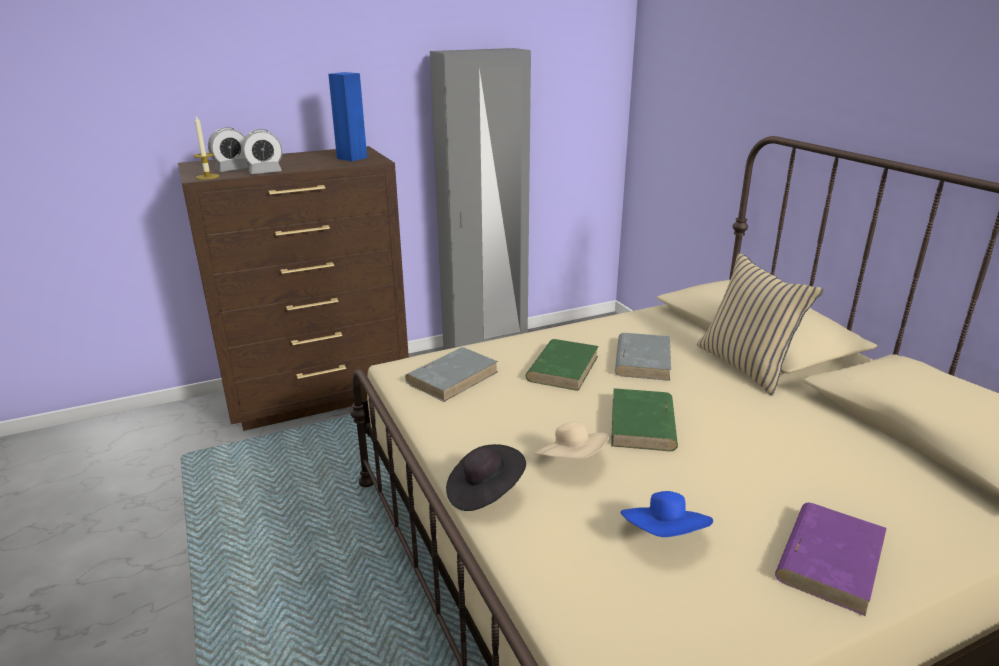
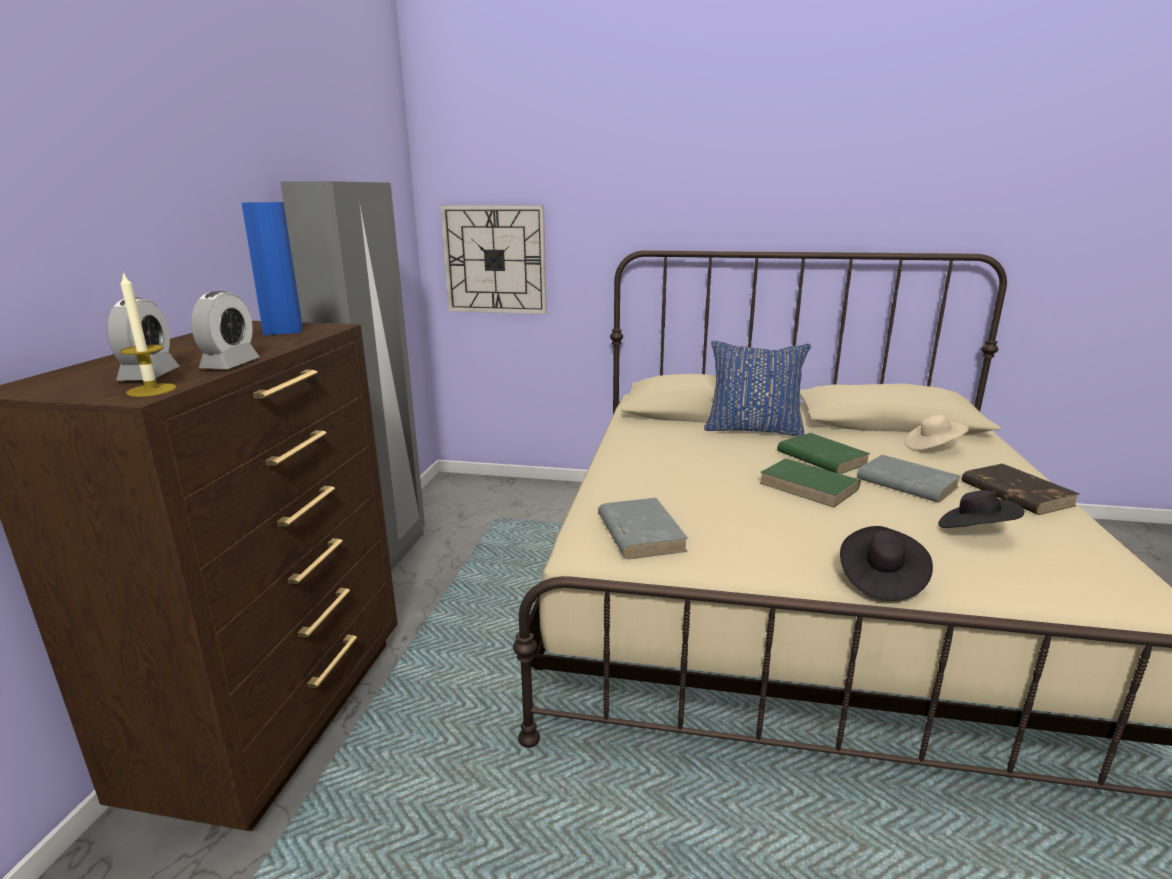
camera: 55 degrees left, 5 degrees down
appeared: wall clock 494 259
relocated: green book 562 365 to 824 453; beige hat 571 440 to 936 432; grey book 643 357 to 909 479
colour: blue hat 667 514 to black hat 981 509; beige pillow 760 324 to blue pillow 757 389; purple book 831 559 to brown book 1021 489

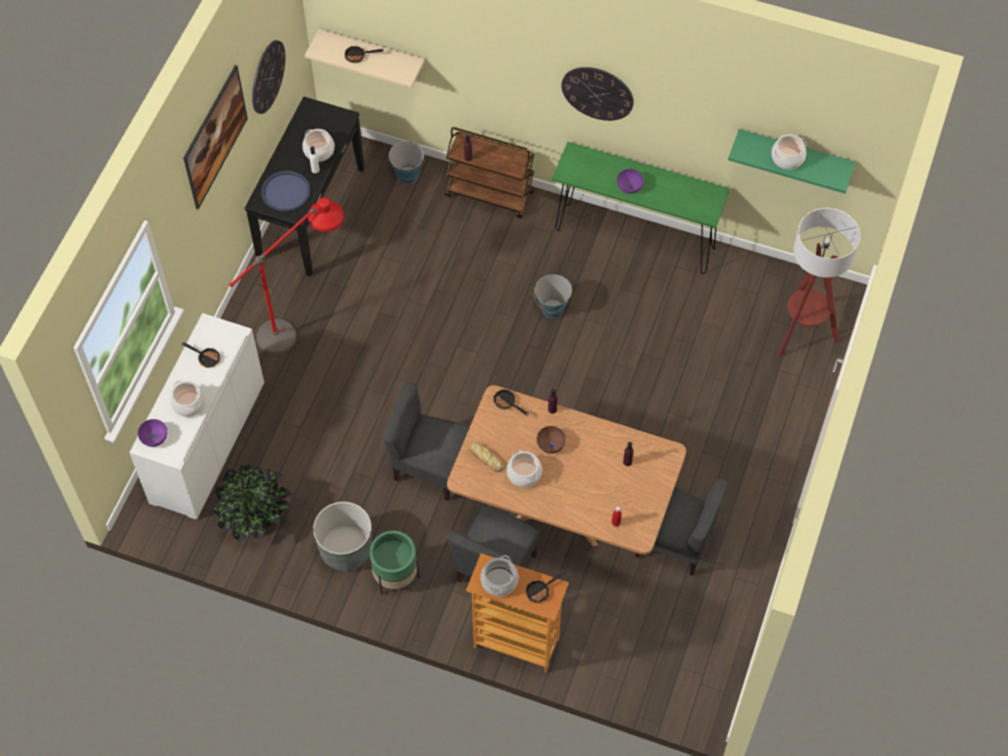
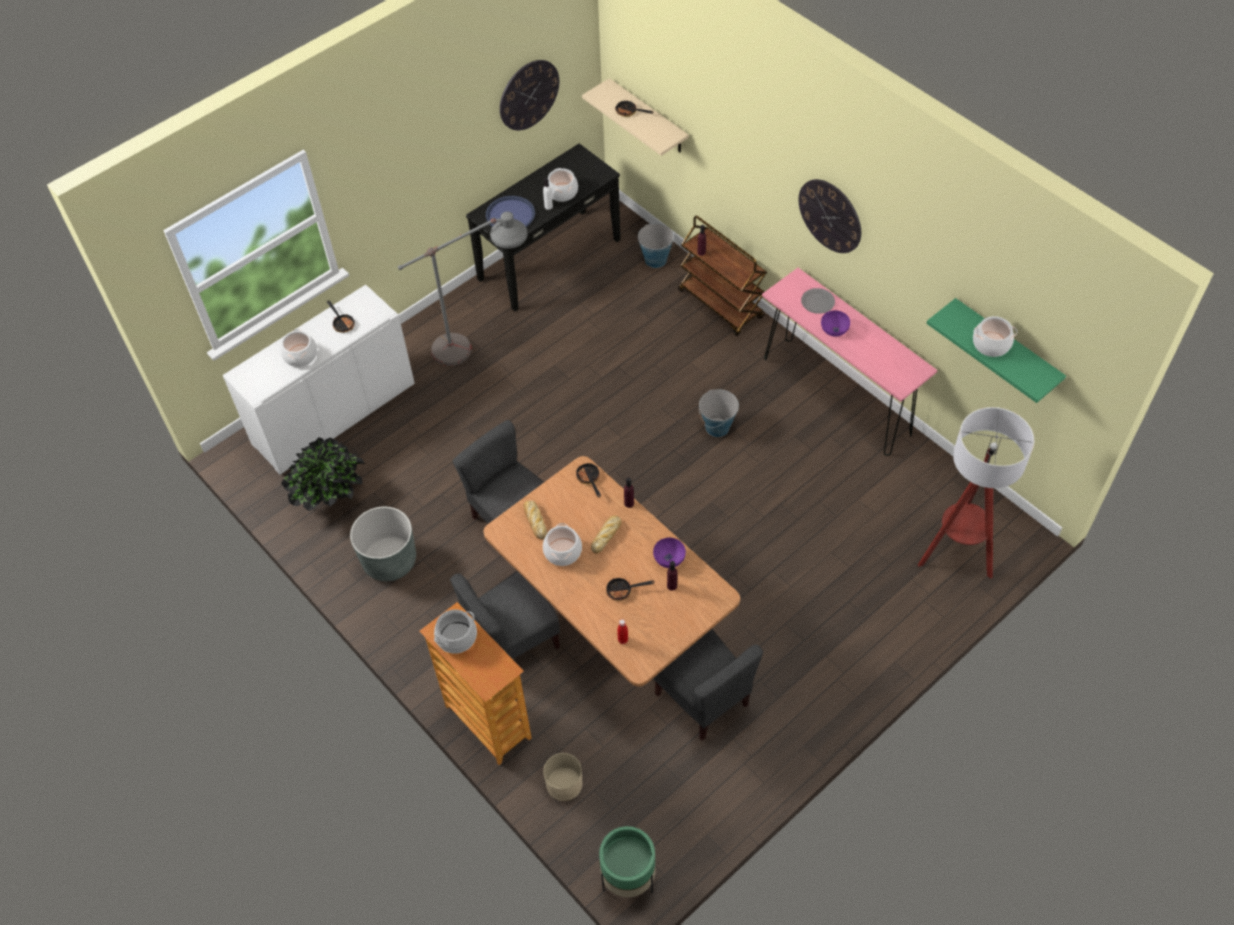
camera: 30 degrees right, 5 degrees down
missing: picture 215 137
appeared: beige planter 562 777; grey plate 818 301
relocated: purple bowl 152 433 to 669 553; green planter 394 562 to 627 861; frying pan 546 587 to 630 589
exchanged: brown bowl 551 440 to bread 606 534
colour: red floor lamp 286 276 to grey floor lamp 463 289; green console table 641 208 to pink console table 849 362

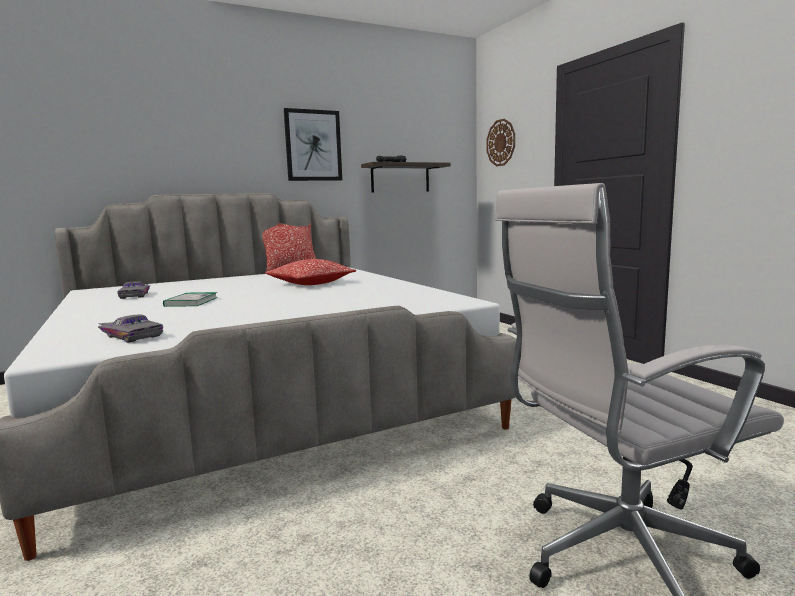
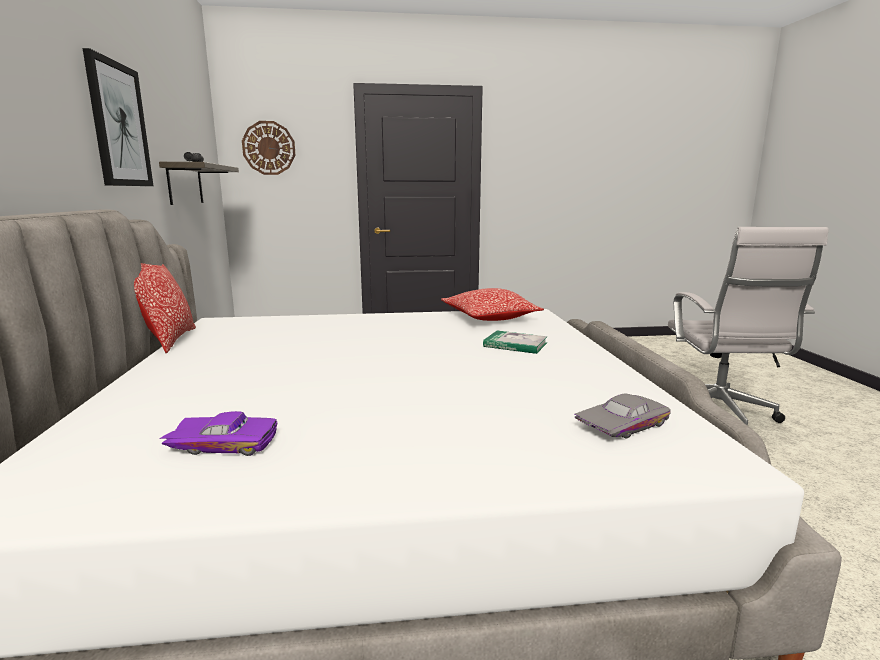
camera: 70 degrees left, 5 degrees up
relocated: book 190 299 to 515 342; pillow 310 272 to 492 304
colour: grey toy car 133 290 to purple toy car 218 433

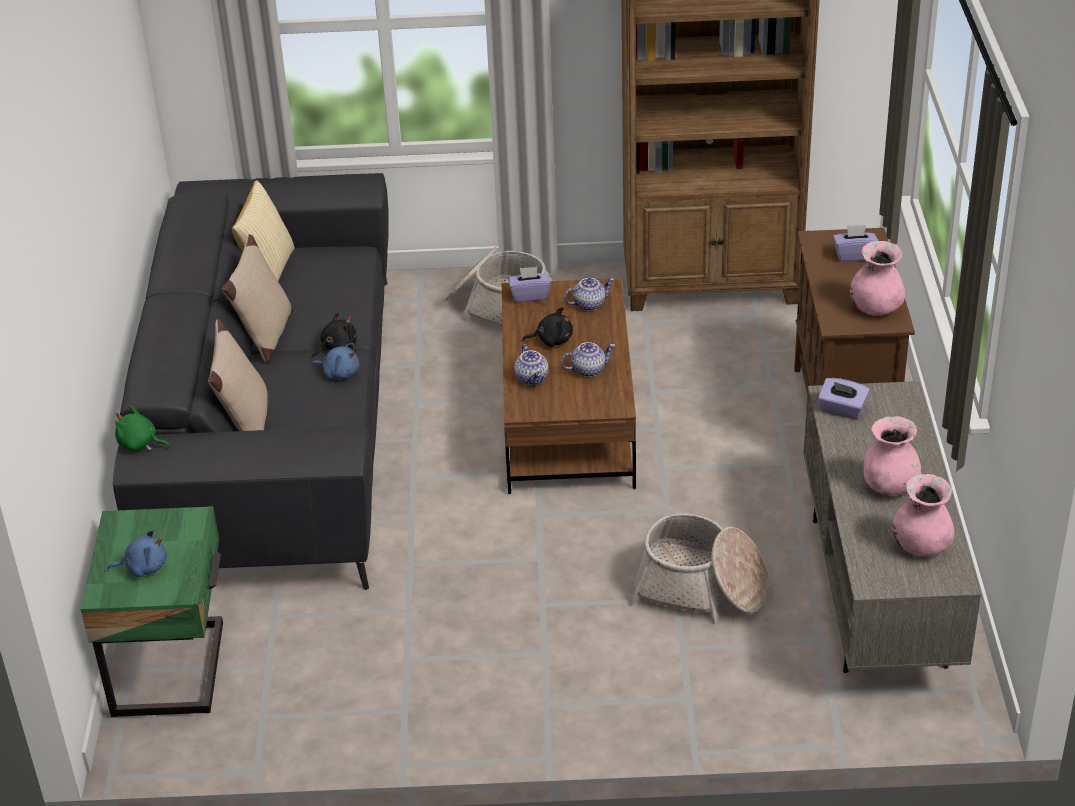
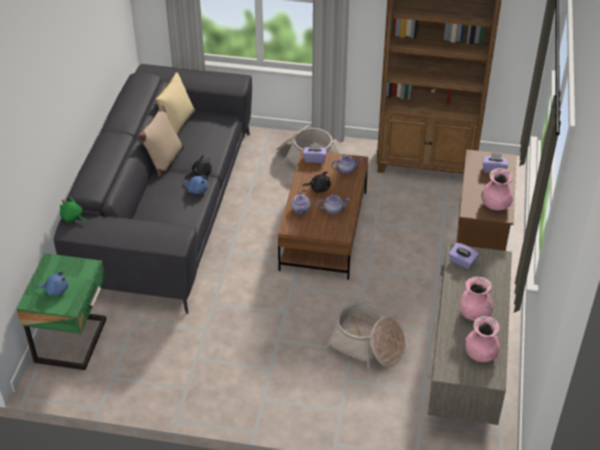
camera: 10 degrees right, 5 degrees up
missing: beige pillow 238 375

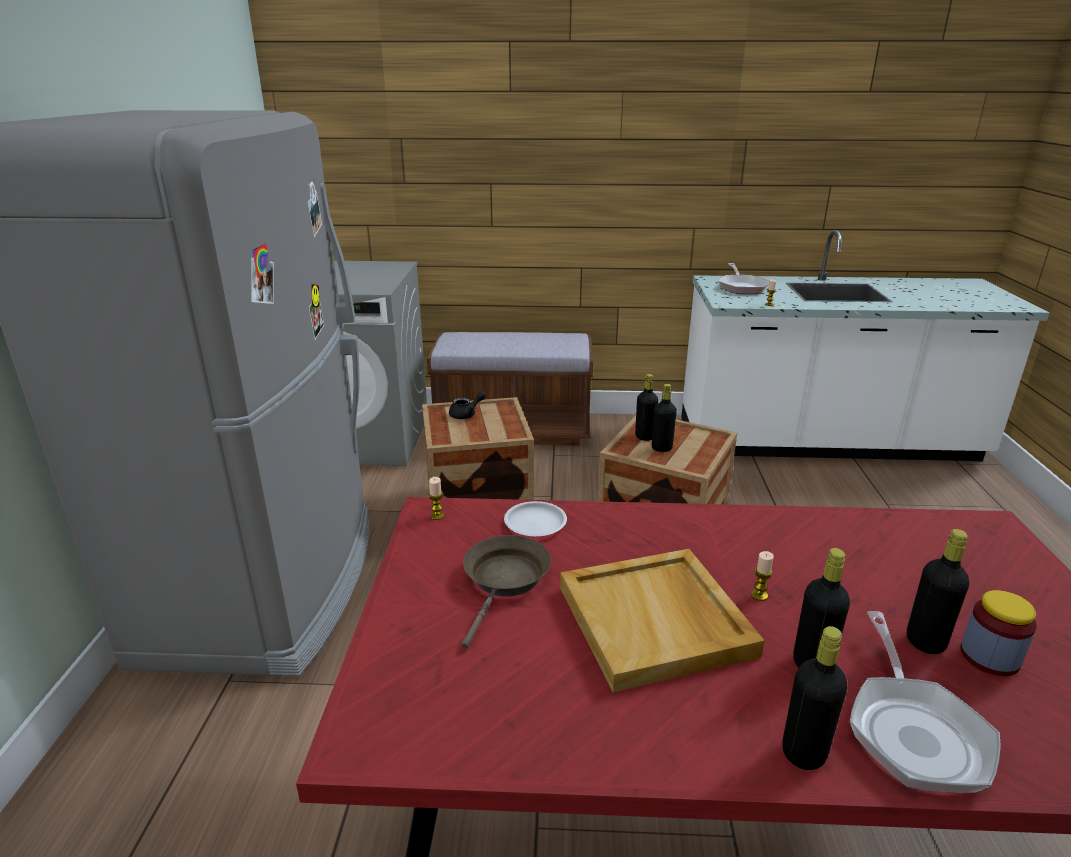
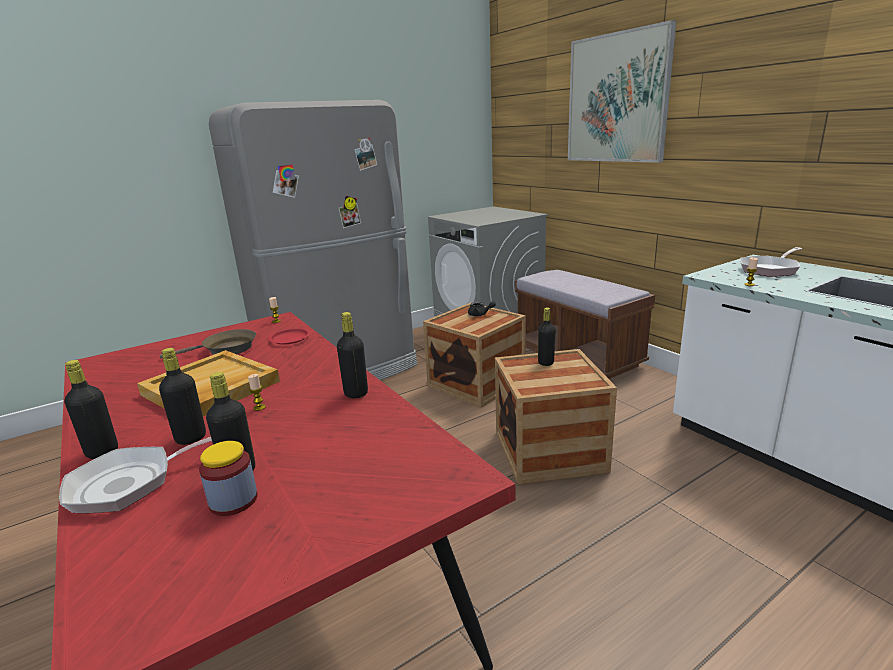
camera: 55 degrees right, 5 degrees down
appeared: picture 622 91
relocated: black bottle 664 418 to 352 355
colour: white plate 535 519 to red plate 289 336

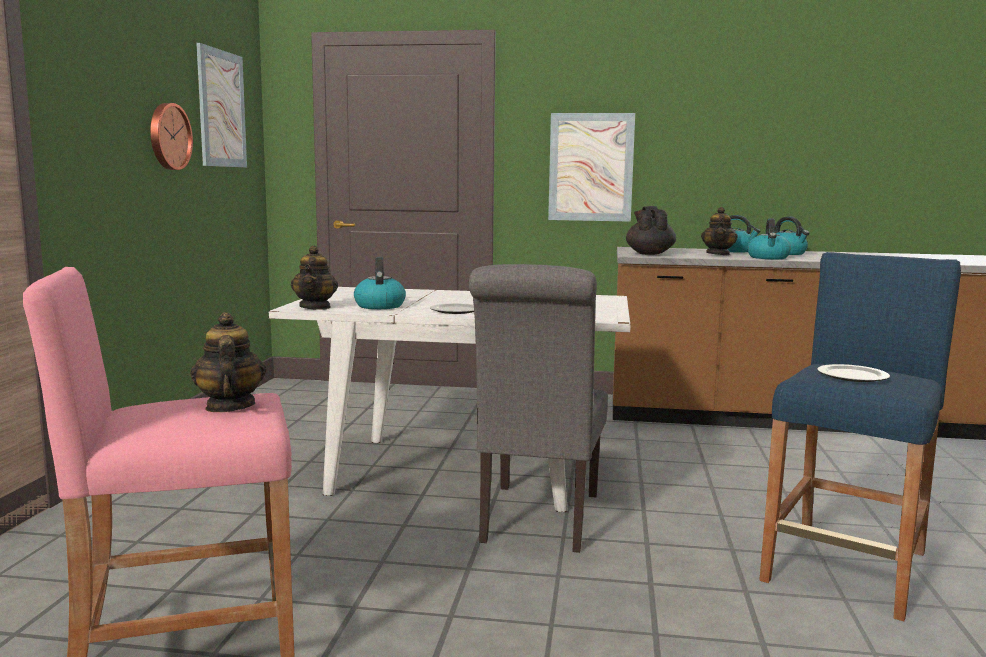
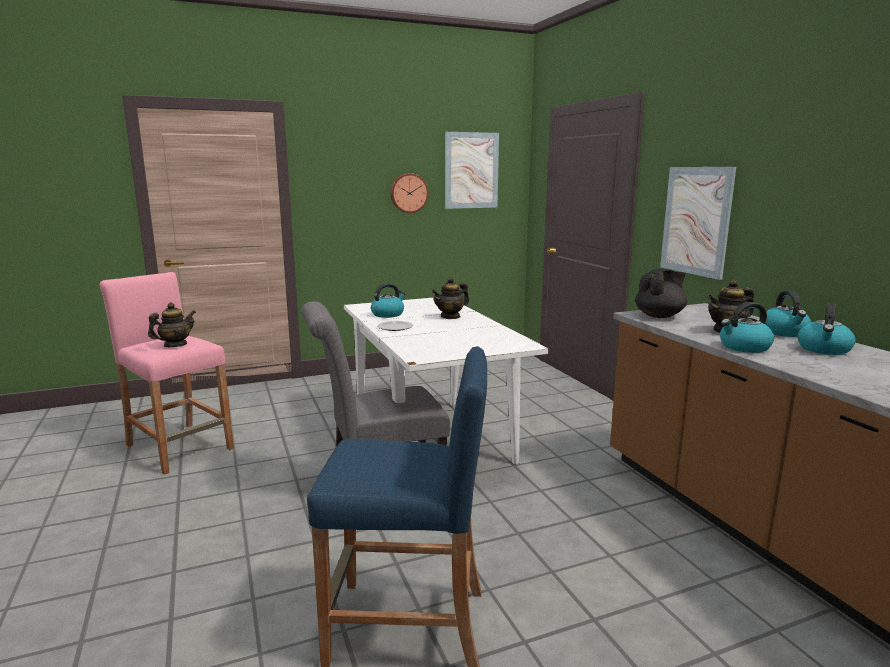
camera: 60 degrees right, 5 degrees up
missing: plate 853 373
relocated: teapot 314 277 to 450 298

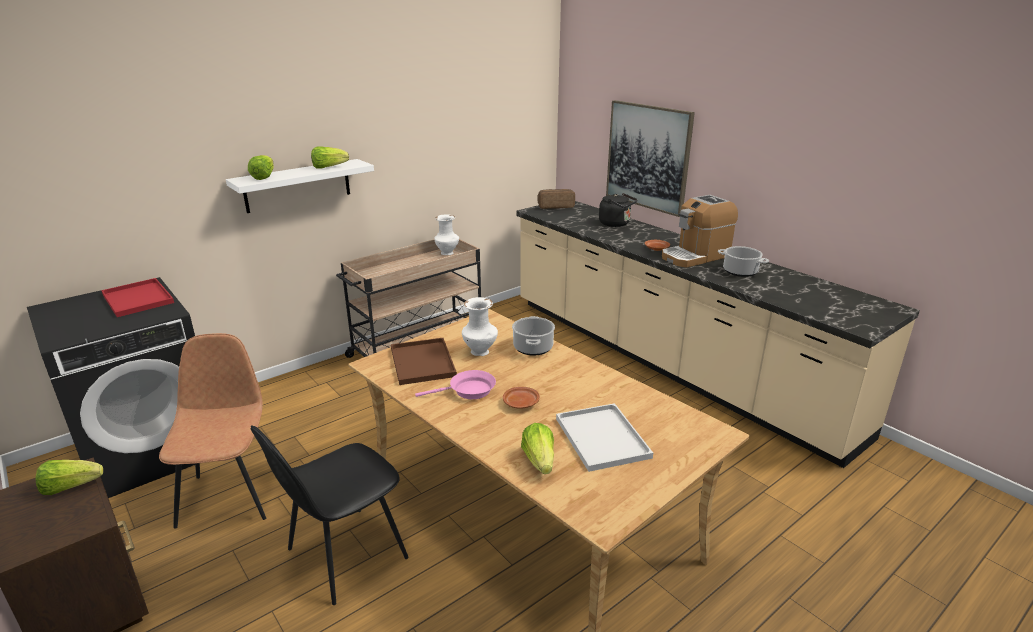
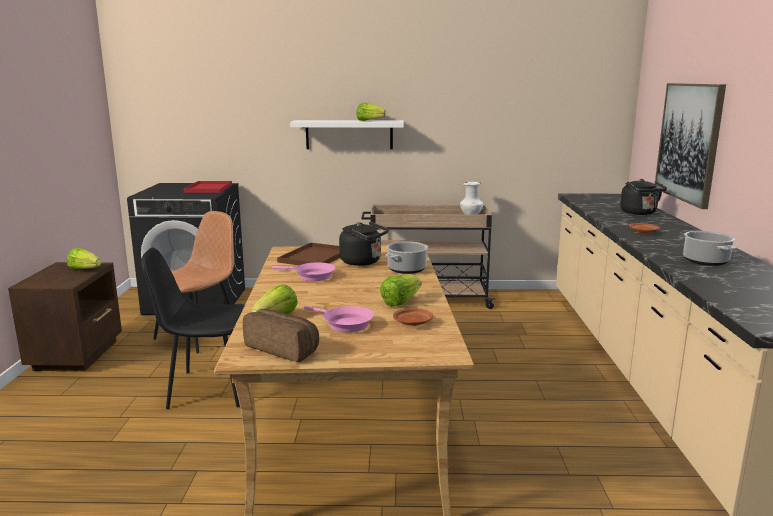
camera: 40 degrees right, 10 degrees down
missing: coffee machine 700 231
relocated: lettuce 261 167 to 400 290; brown plate 521 398 to 413 317; bread 556 199 to 281 335
exchanged: white vase 480 326 to black kettle 364 243; white tray 604 437 to pink frying pan 339 319

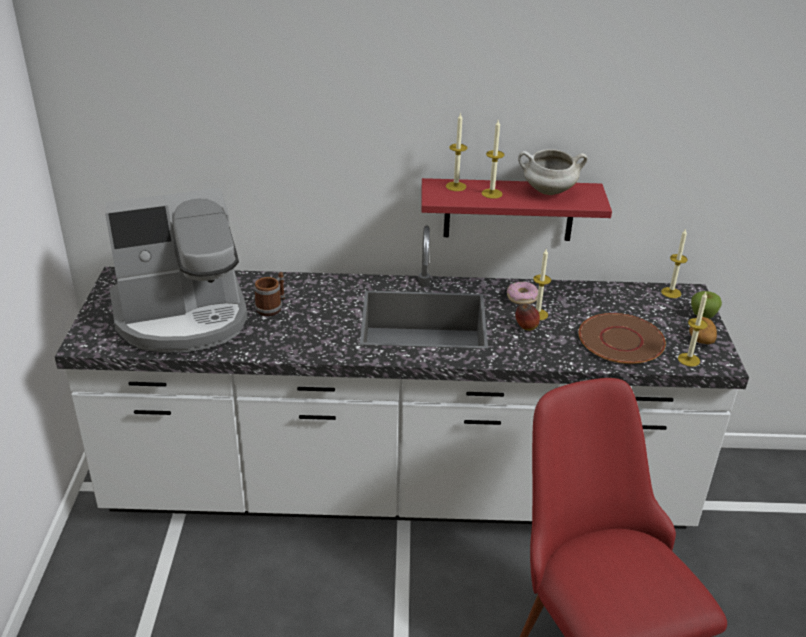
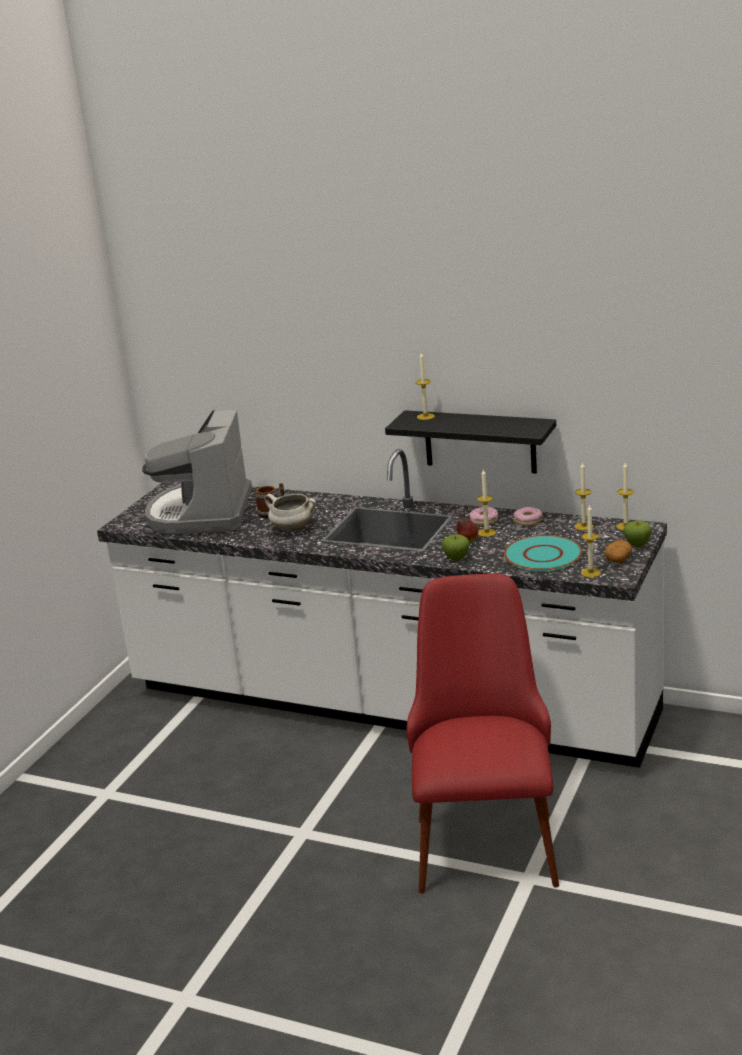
camera: 25 degrees right, 10 degrees down
appeared: apple 455 547; donut 528 516
relocated: candle 493 159 to 584 496; white cooking pot 553 172 to 290 513
colour: red shelf 516 209 to black shelf 470 441; brown plate 622 338 to turquoise plate 543 553
spun: coffee machine 176 270 = 197 472 90 degrees clockwise

